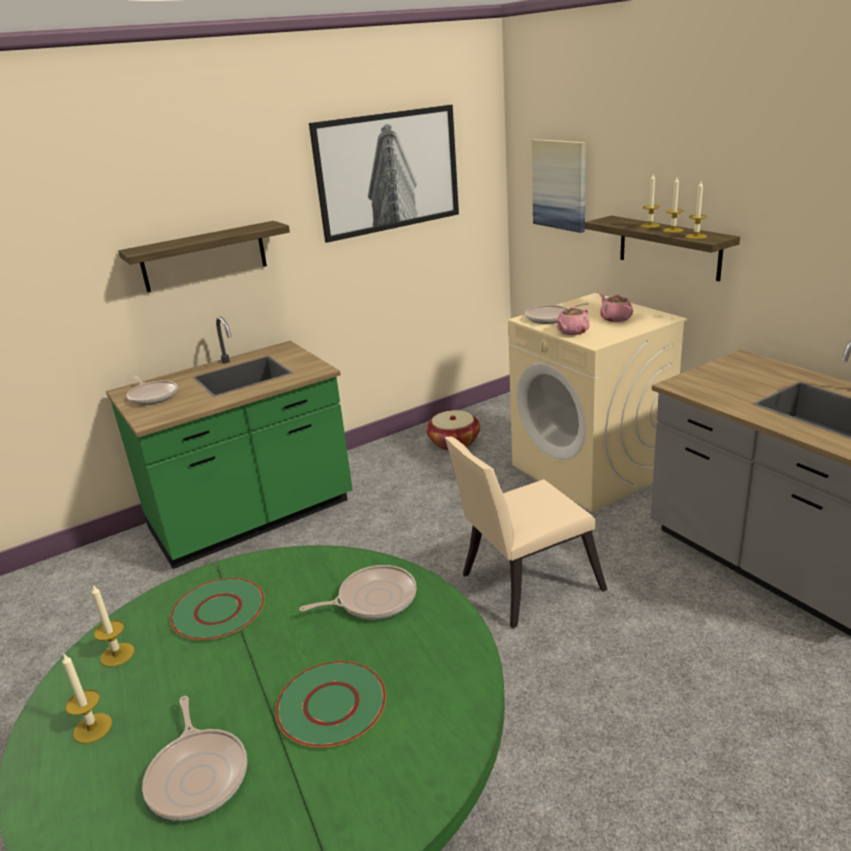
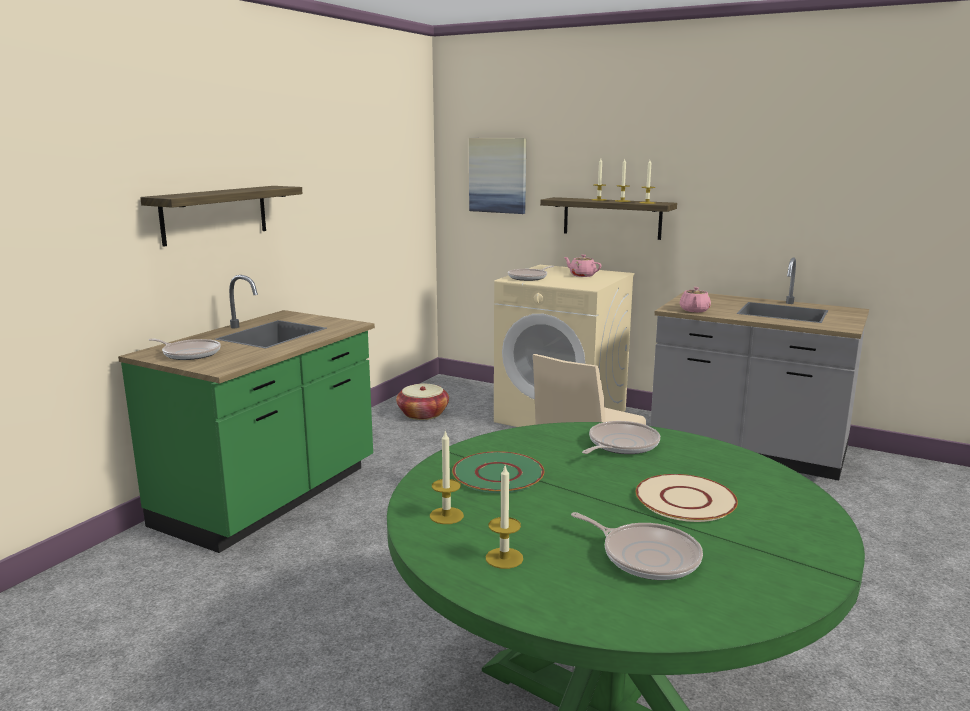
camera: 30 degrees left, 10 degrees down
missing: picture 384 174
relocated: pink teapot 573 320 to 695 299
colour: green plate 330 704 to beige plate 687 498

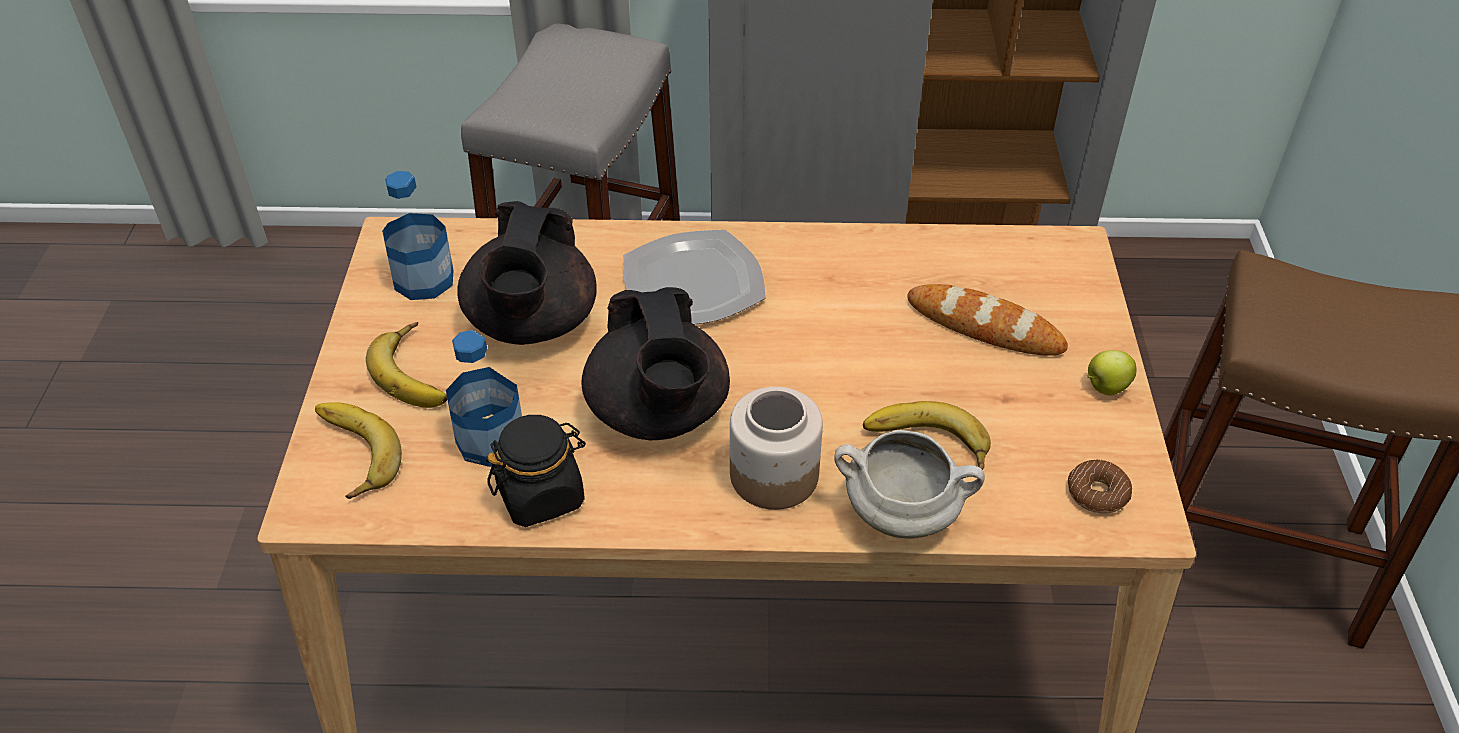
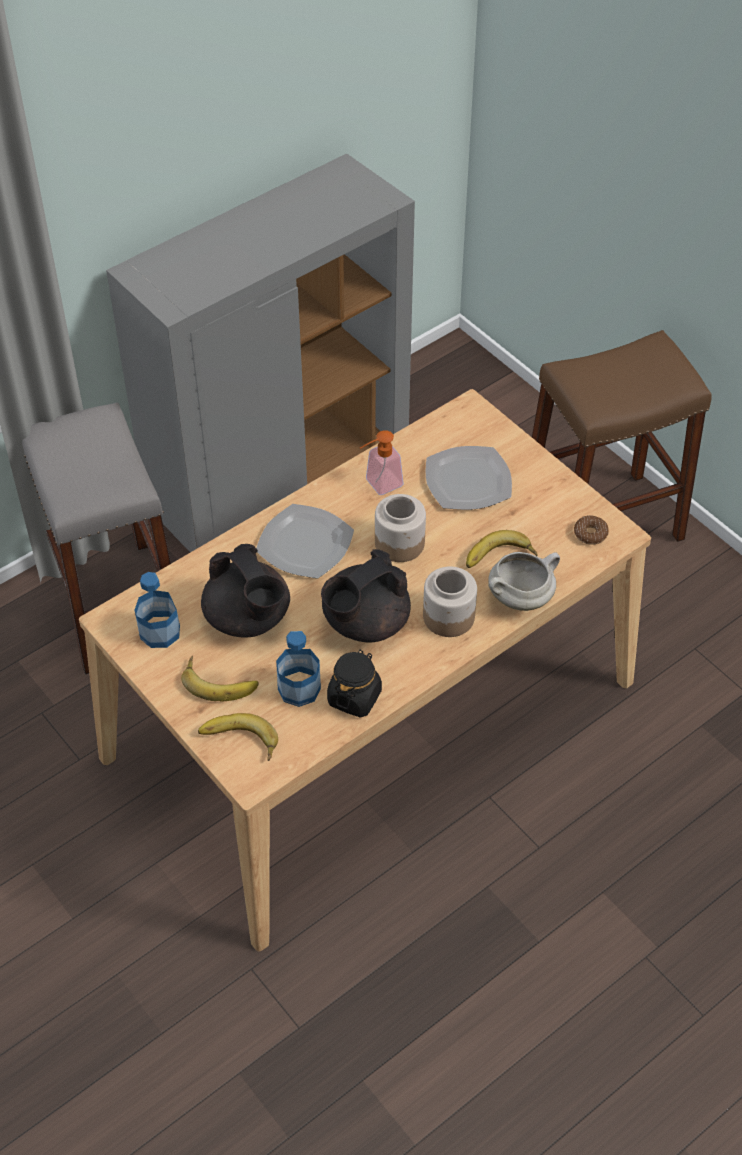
camera: 40 degrees left, 5 degrees up
missing: apple 1111 372
appeared: soap dispenser 382 462; jar 400 528
exchanged: bread 987 320 to plate 469 478
spun: black teapot 655 363 = 366 595 105 degrees clockwise

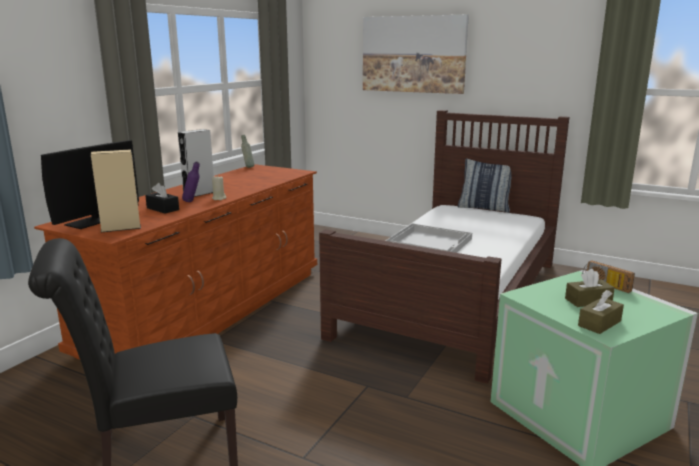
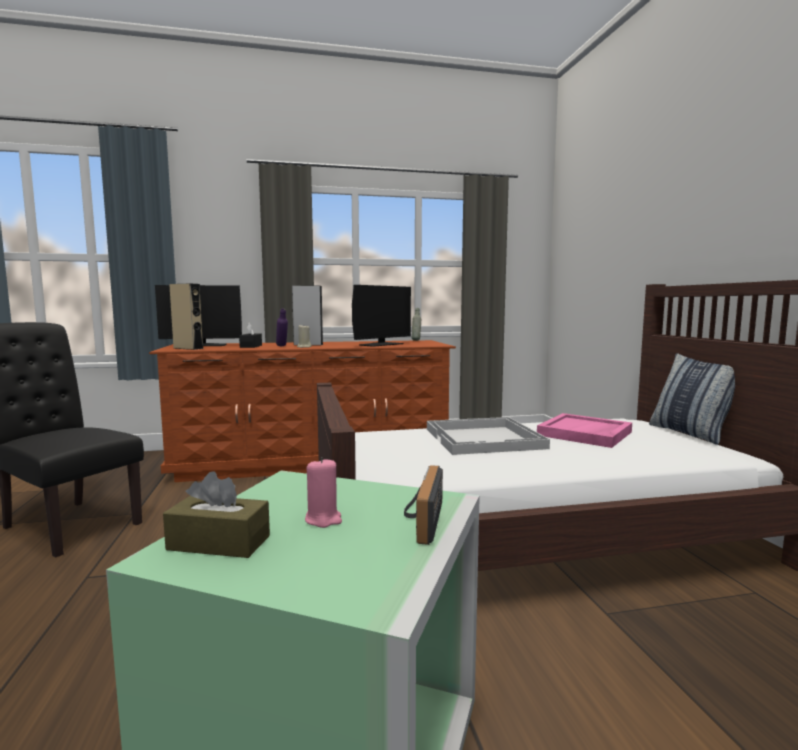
camera: 50 degrees right, 10 degrees down
missing: picture 416 54
appeared: monitor 381 316; pink tray 584 430
exchanged: brown tissue box 590 288 to pink candle 323 492

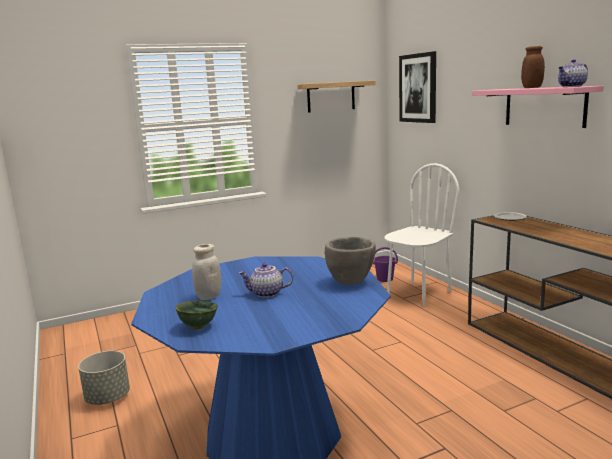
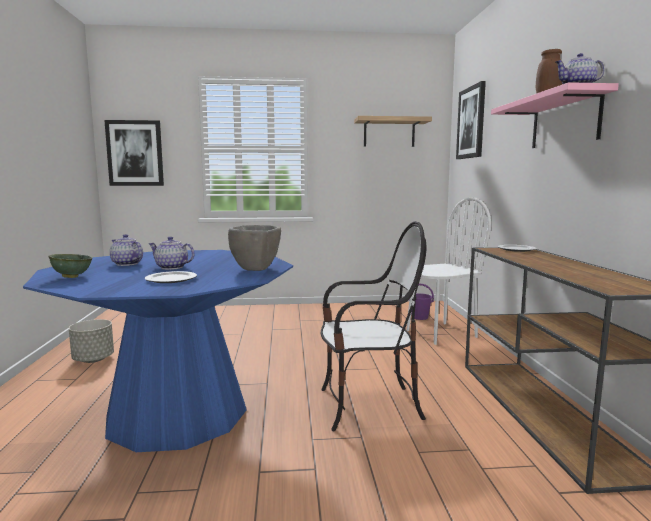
camera: 20 degrees right, 5 degrees down
appeared: picture 134 153; plate 171 277; chair 374 326
exchanged: white jar 206 272 to teapot 126 250

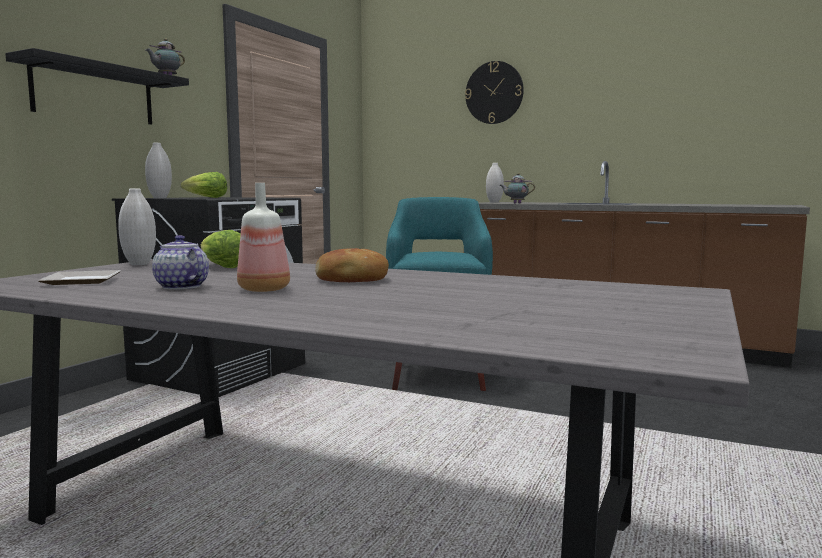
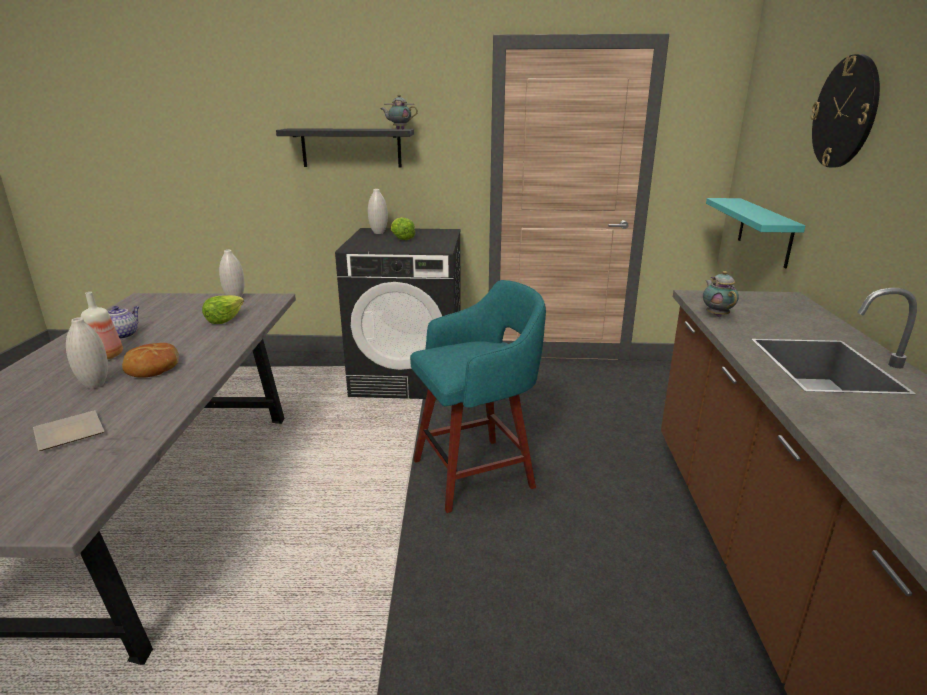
camera: 65 degrees right, 15 degrees up
appeared: turquoise shelf 755 233
relocated: plate 79 277 to 68 431; white vase 495 182 to 87 353

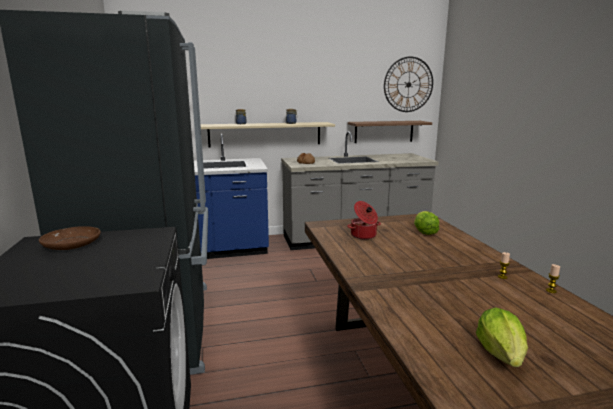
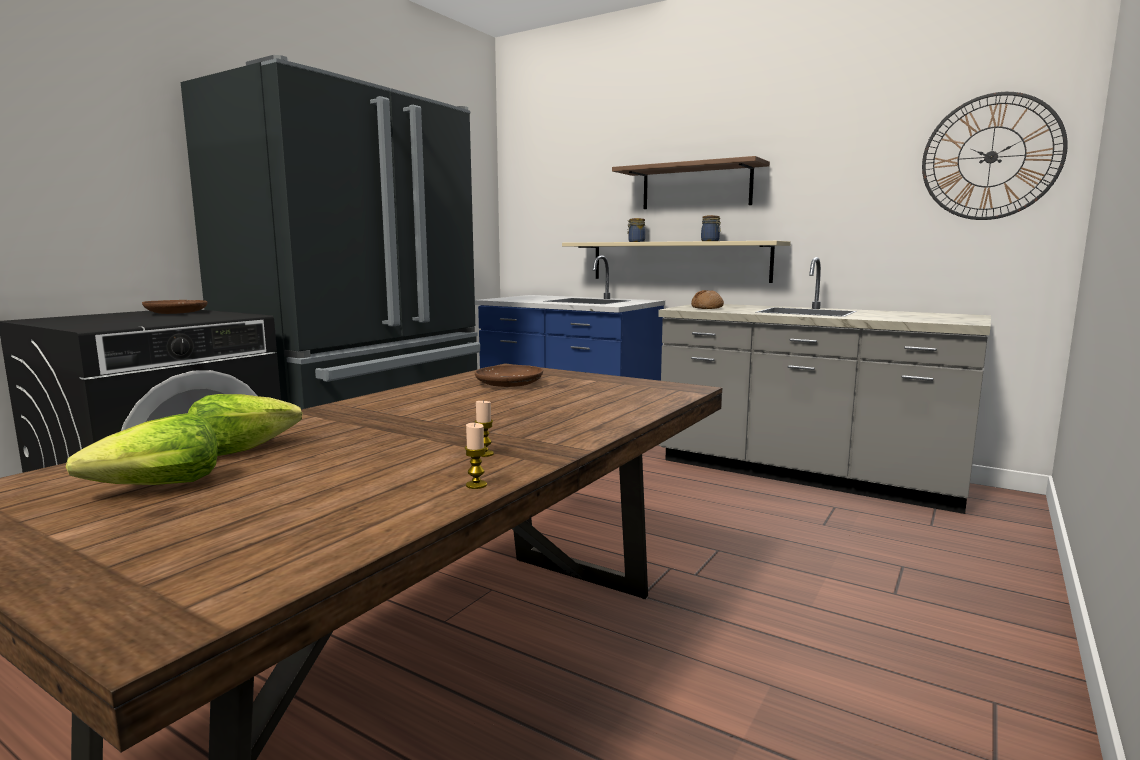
camera: 45 degrees right, 5 degrees down
relocated: shelf 390 132 to 691 182; lettuce 426 223 to 245 425
exchanged: cooking pot 364 220 to brown plate 509 376

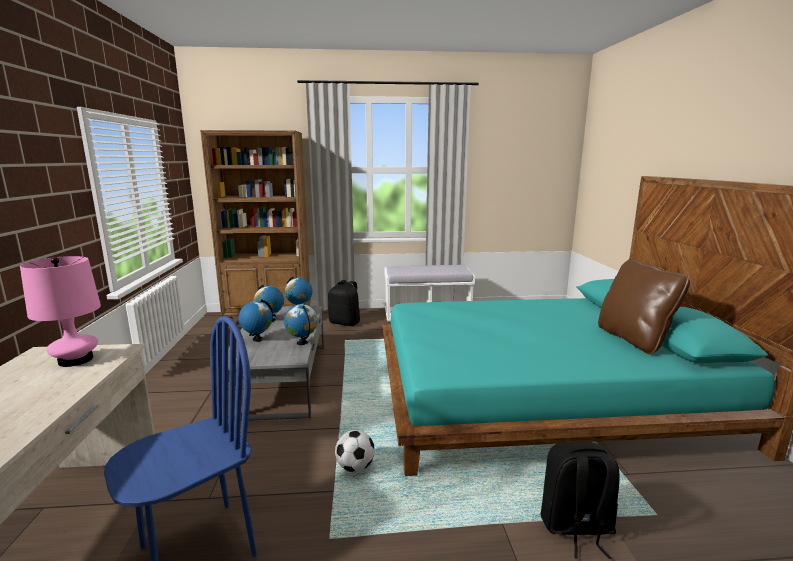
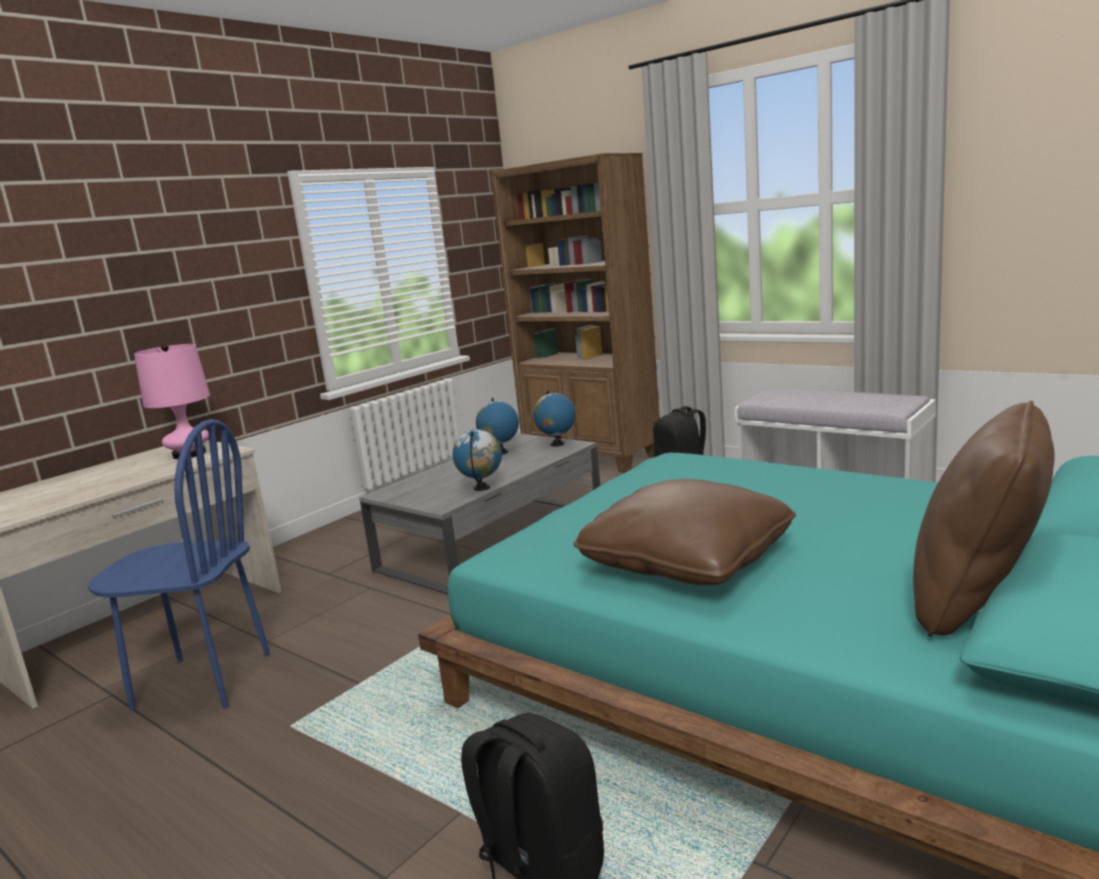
camera: 45 degrees right, 0 degrees up
missing: globe 256 320; football 355 451
appeared: brown pillow 684 532

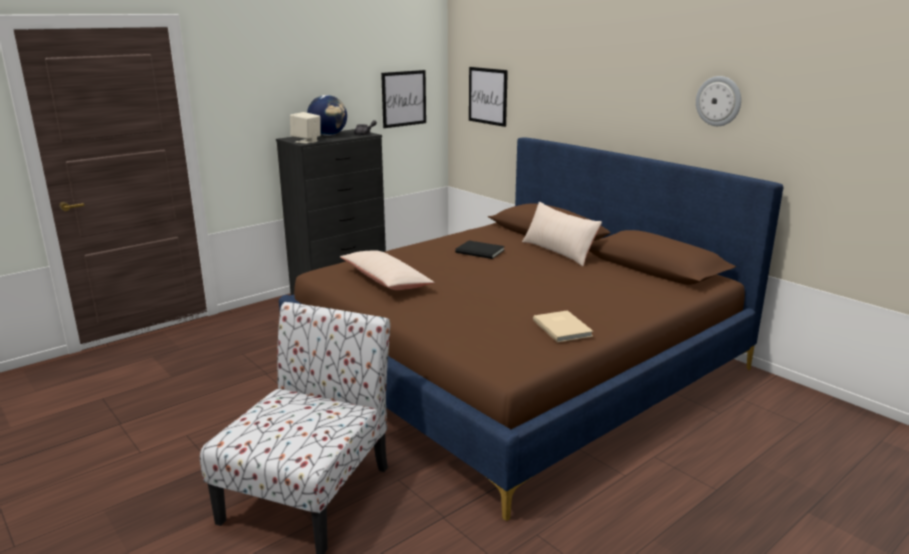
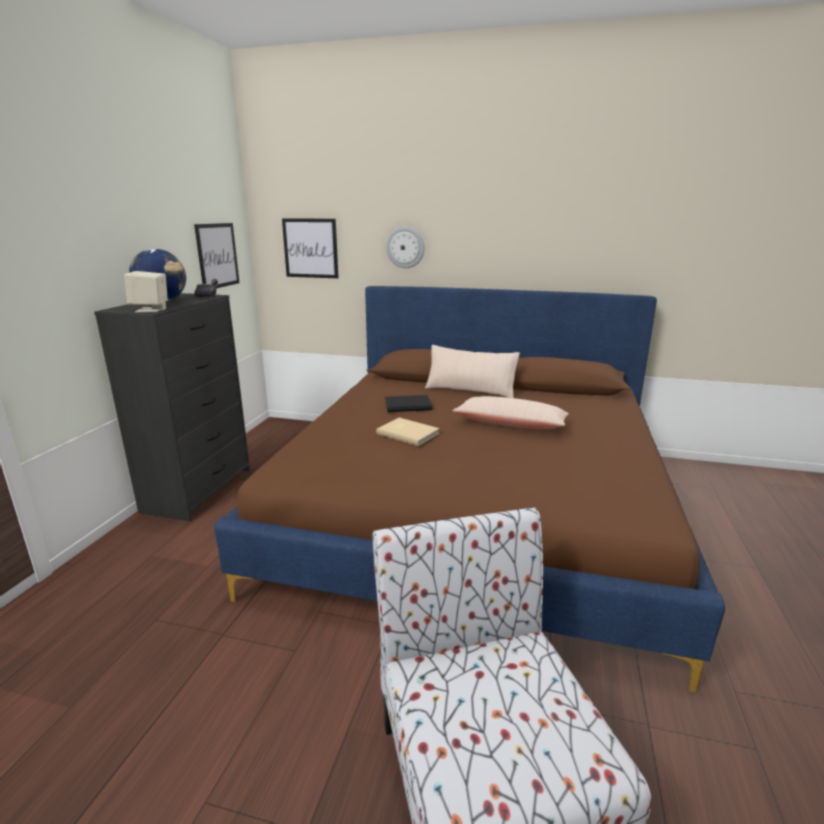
camera: 35 degrees left, 0 degrees up
relocated: beige pillow 387 270 to 510 412; beige book 563 326 to 408 432; wall clock 718 101 to 405 247

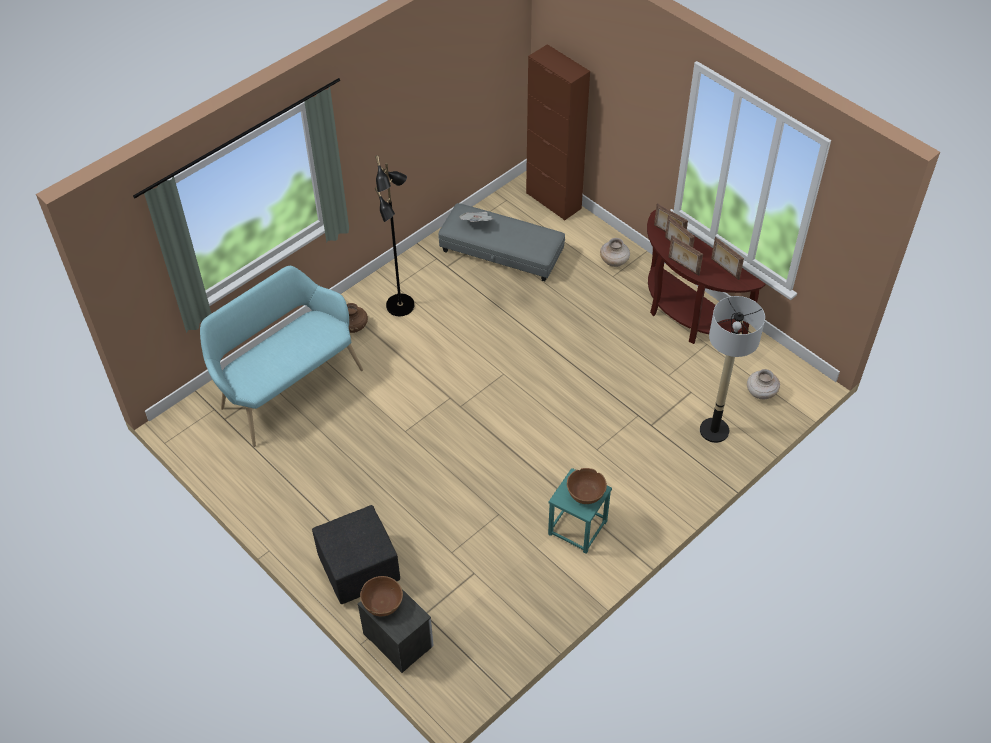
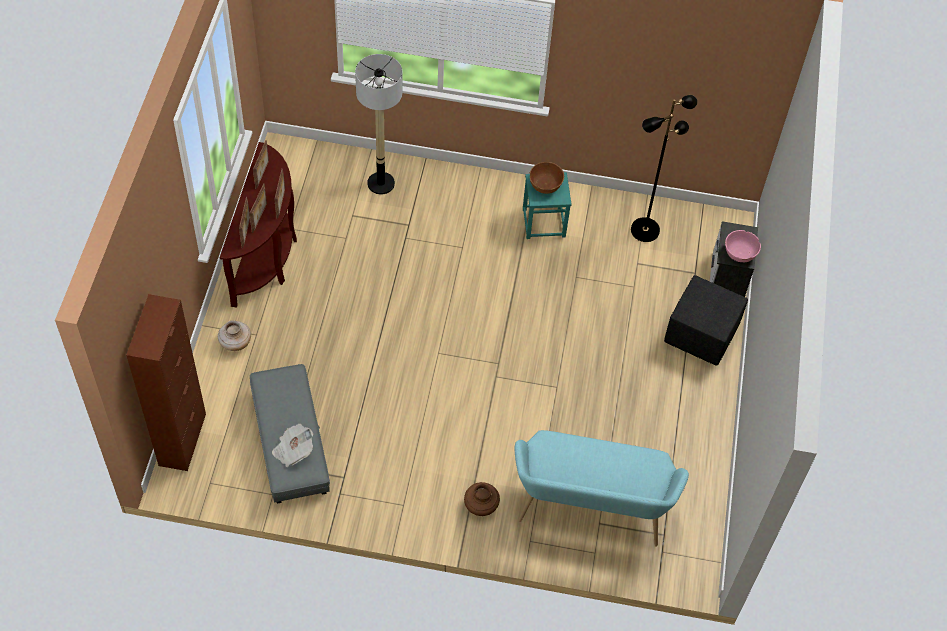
camera: 130 degrees left, 5 degrees up
missing: beige vase 763 384
relocated: black floor lamp 394 235 to 664 168
colour: brown bowl 381 596 to pink bowl 743 246

